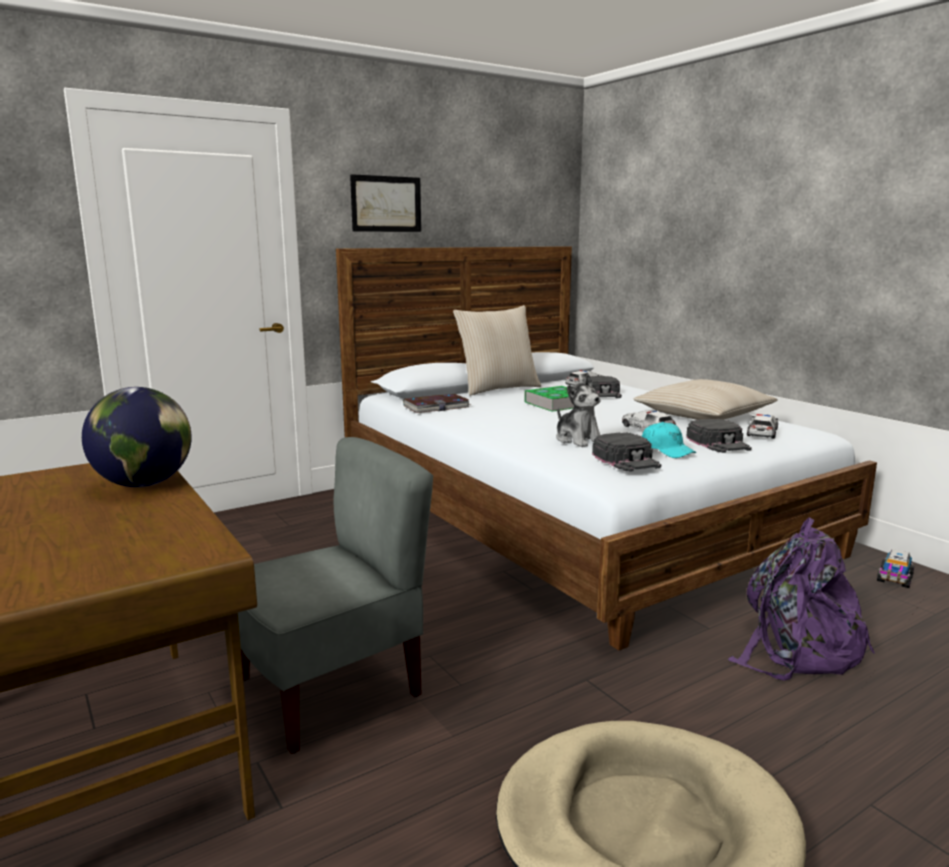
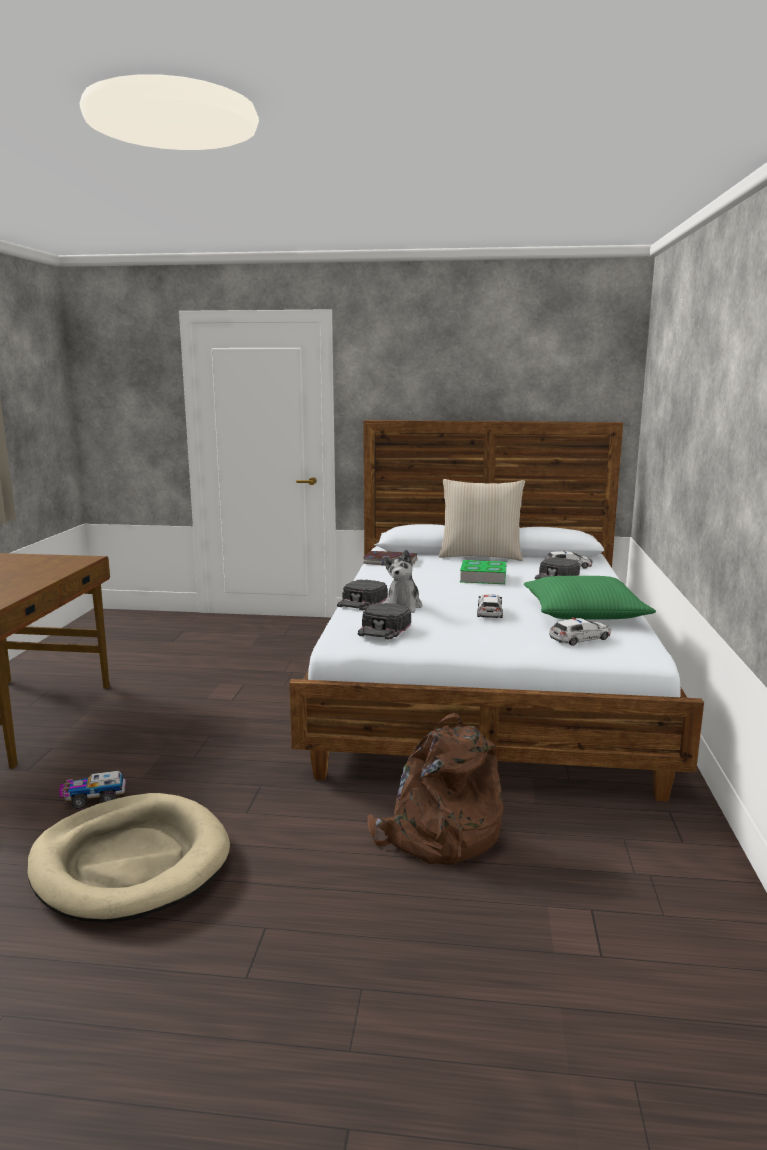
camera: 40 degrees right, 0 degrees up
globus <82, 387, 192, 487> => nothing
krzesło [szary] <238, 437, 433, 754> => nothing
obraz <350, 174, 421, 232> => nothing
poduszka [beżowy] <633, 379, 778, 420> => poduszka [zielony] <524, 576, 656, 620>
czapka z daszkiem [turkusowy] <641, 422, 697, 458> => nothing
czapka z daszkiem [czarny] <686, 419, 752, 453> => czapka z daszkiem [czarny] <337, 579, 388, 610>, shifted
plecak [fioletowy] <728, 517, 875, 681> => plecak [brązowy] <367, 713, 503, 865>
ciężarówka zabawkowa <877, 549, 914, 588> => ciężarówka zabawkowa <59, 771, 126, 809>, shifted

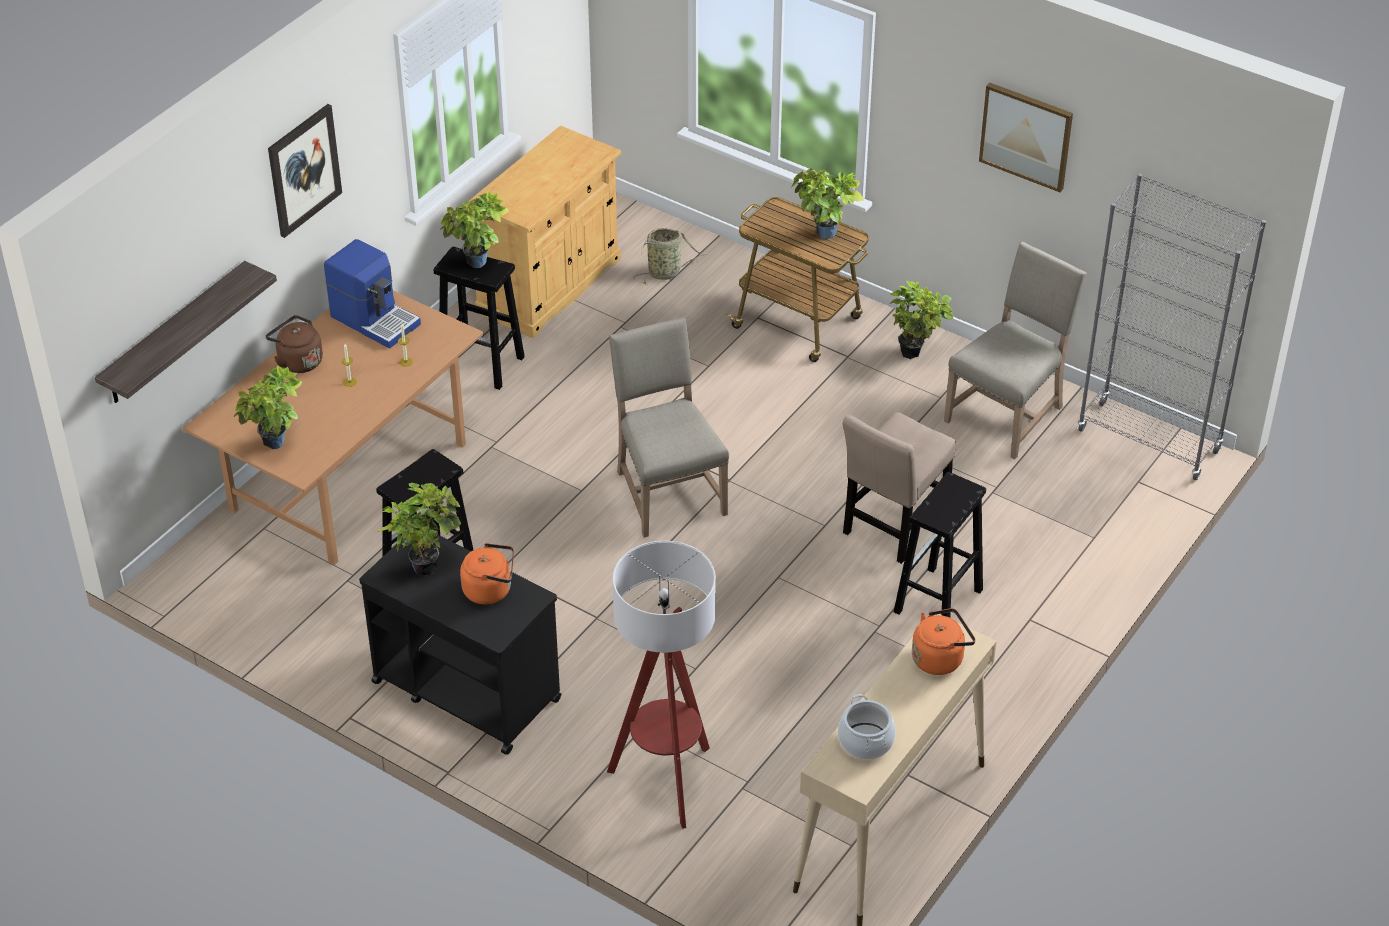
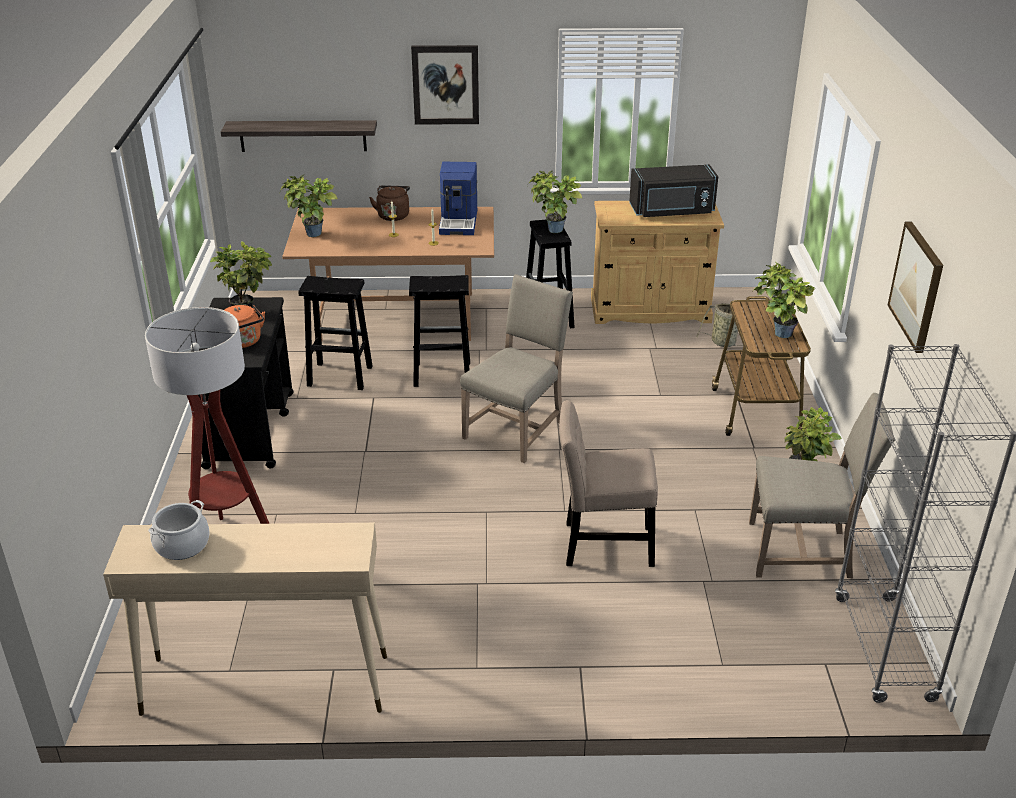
camera: 55 degrees right, 10 degrees down
stołek [czarny] <894, 472, 986, 617> => stołek [czarny] <409, 275, 470, 387>, shifted
czajnik [pomarańczowy] <912, 608, 976, 675> => nothing
nothing => mikrofalówka [czarny] <629, 164, 718, 217>

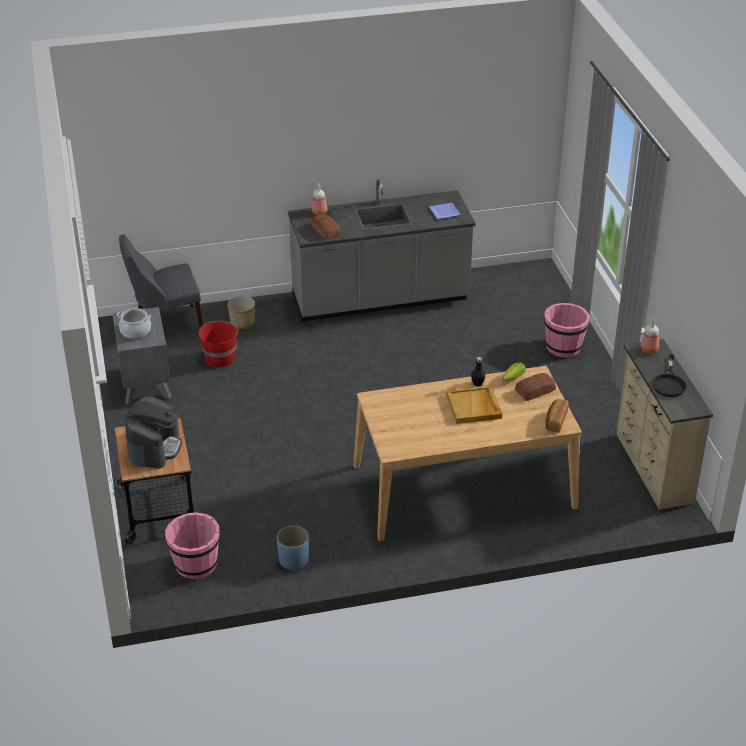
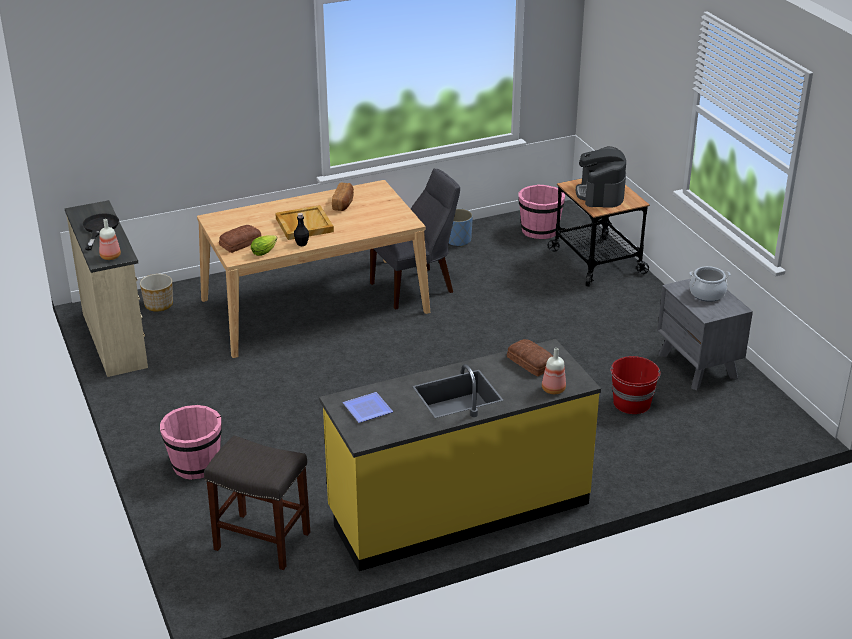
camera: 170 degrees right, 5 degrees down
krzesło [szary] <119, 234, 203, 328> => krzesło [szary] <370, 169, 460, 310>, shifted
donica <228, 296, 255, 329> => donica <140, 274, 173, 312>, shifted
zabudowa kuchenna [szary] <288, 179, 476, 322> => zabudowa kuchenna [żółty] <319, 339, 601, 571>
chleb <545, 399, 569, 433> => chleb <332, 183, 354, 211>, shifted
nothing => stołek [szary] <204, 435, 310, 570>

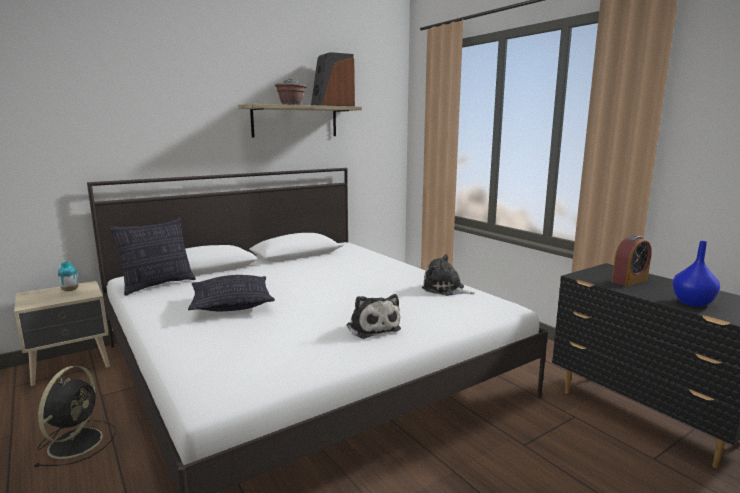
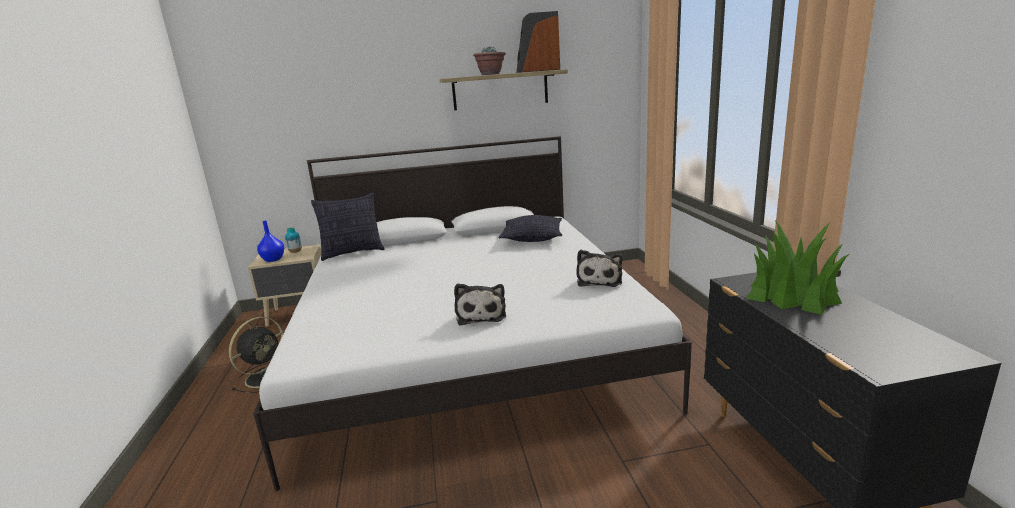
camera: 25 degrees right, 5 degrees up
poduszka <188, 275, 275, 311> => poduszka <499, 215, 562, 242>, shifted
pluszak <422, 254, 475, 296> => pluszak <576, 250, 622, 287>, 135 degrees counterclockwise
budzik <612, 235, 652, 286> => roślina doniczkowa <746, 220, 849, 315>
wazon [niebieski] <673, 241, 720, 307> => wazon [niebieski] <257, 221, 284, 262>, shifted

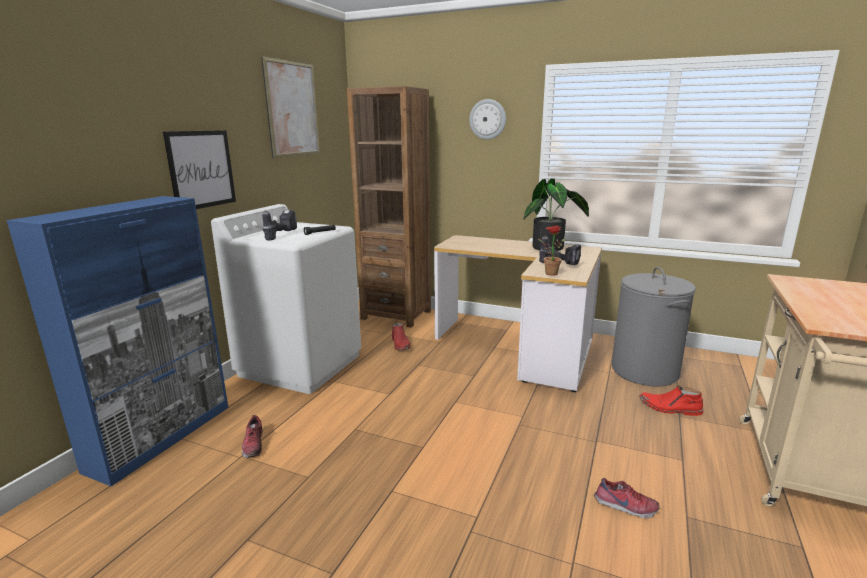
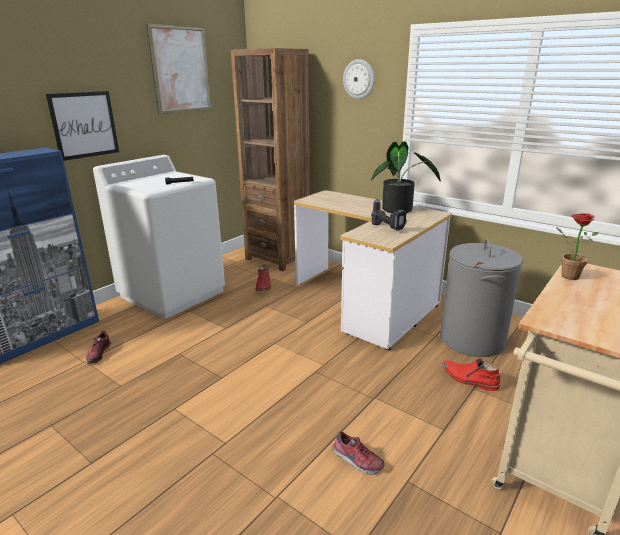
camera: 15 degrees right, 5 degrees up
wiertarka <262, 210, 297, 241> => nothing
roślina doniczkowa <538, 226, 565, 276> => roślina doniczkowa <556, 213, 598, 280>, shifted

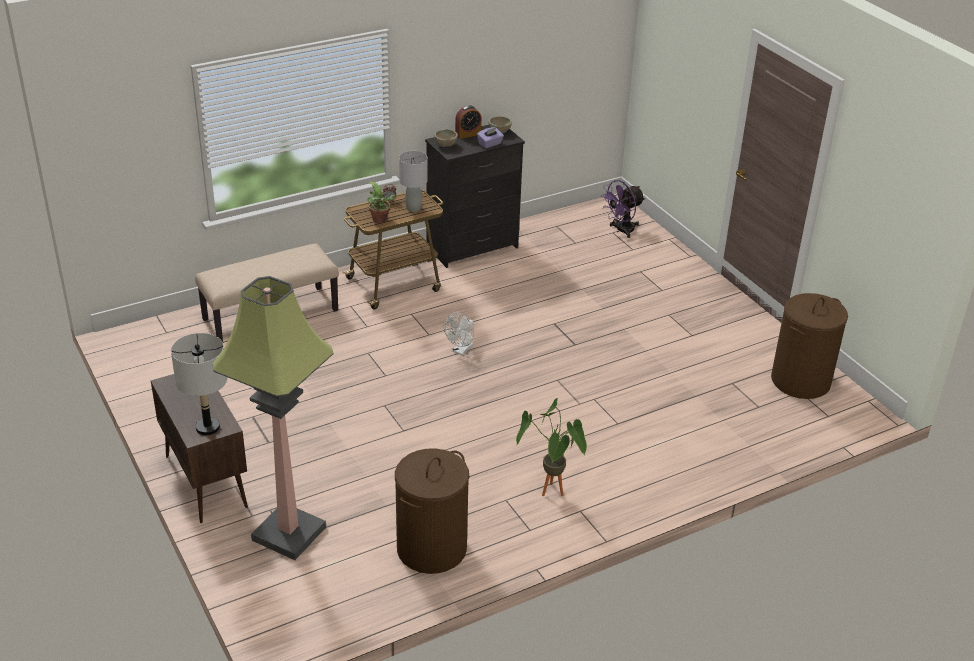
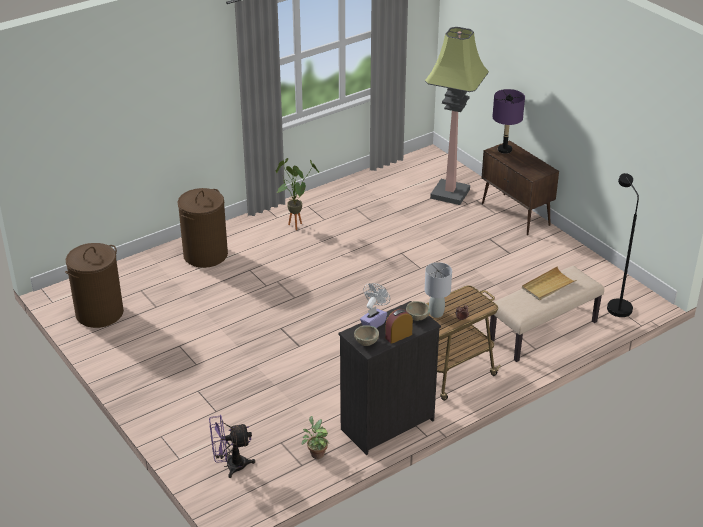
camera: 175 degrees right, 0 degrees up
lampa stołowa [szary] <171, 333, 227, 435> => lampa stołowa [fioletowy] <492, 89, 525, 154>
roślina doniczkowa <367, 181, 397, 223> => roślina doniczkowa <302, 416, 328, 459>, shifted
kosz na pranie [brązowy] <395, 448, 469, 574> => kosz na pranie [brązowy] <177, 188, 228, 268>, shifted
wentylator [fioletowy] <600, 180, 645, 238> => wentylator [fioletowy] <209, 415, 255, 478>, 150 degrees counterclockwise
nothing => taca [beżowy] <522, 266, 577, 300>
nothing => lampa stojąca [czarny] <607, 173, 639, 317>

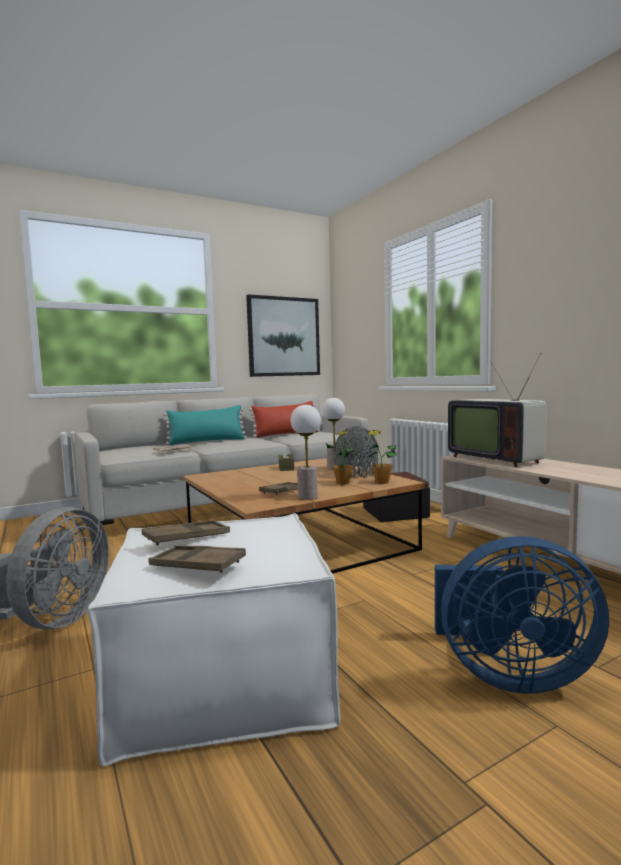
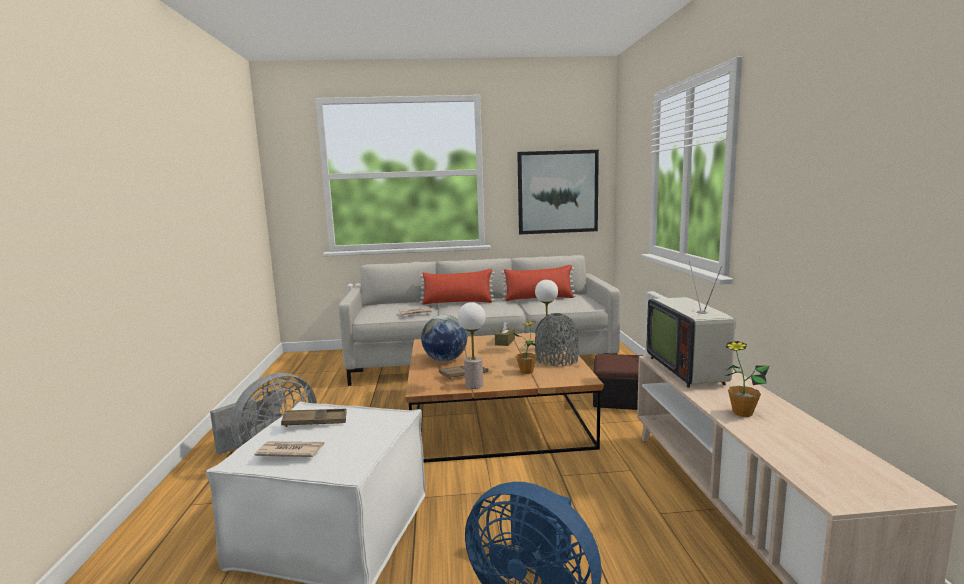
camera: 25 degrees right, 5 degrees up
taca [brązowy] <148, 545, 246, 573> => gazeta <255, 441, 324, 457>
poduszka [turkusowy] <163, 405, 247, 445> => poduszka [czerwony] <420, 269, 495, 305>
roślina doniczkowa <367, 430, 397, 484> => roślina doniczkowa <725, 341, 770, 417>, shifted
nothing => globus <421, 315, 467, 361>

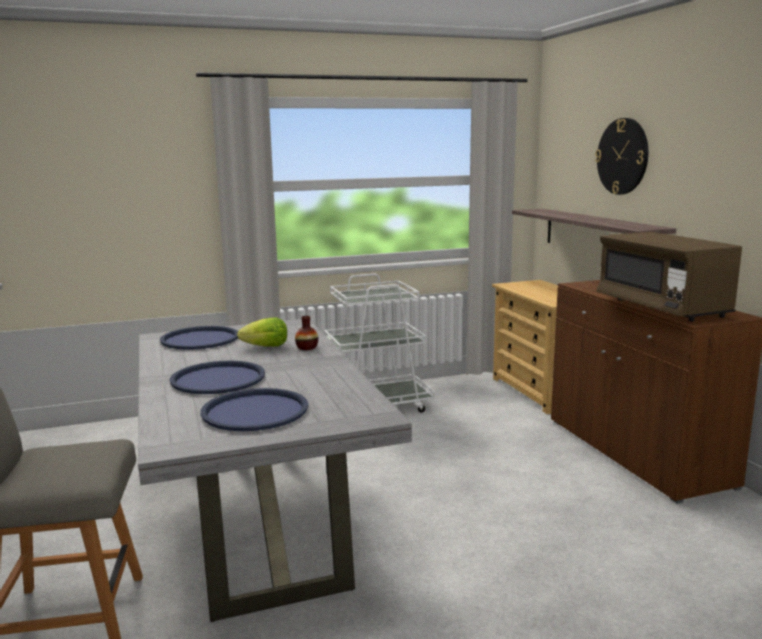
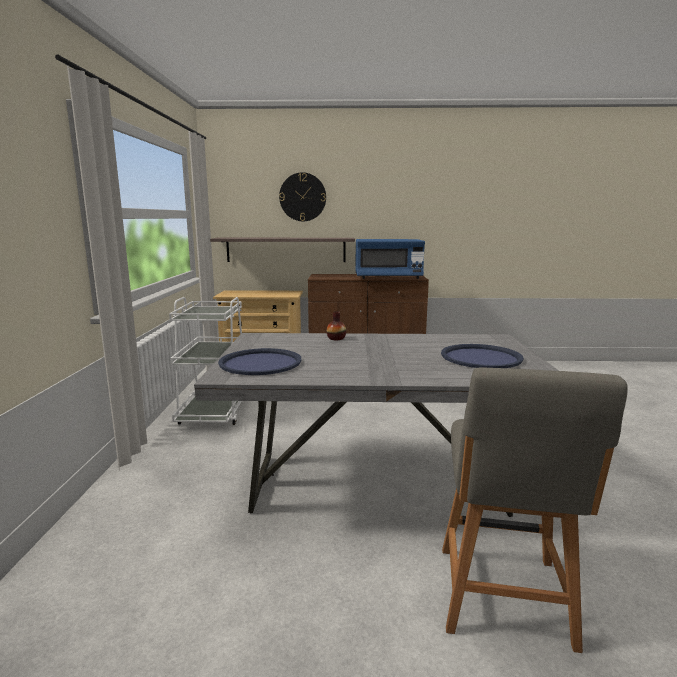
camera: 70 degrees left, 0 degrees up
taca [niebieski] <170, 361, 265, 394> => nothing
sałata <237, 318, 287, 347> => nothing
mikrofalówka [brązowy] <597, 232, 742, 322> => mikrofalówka [niebieski] <355, 239, 425, 279>

